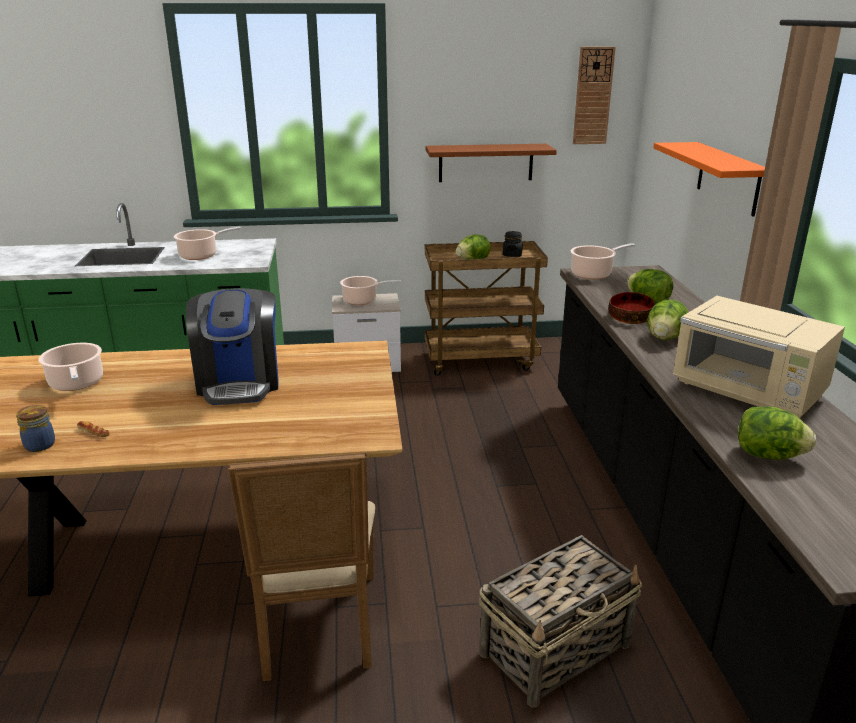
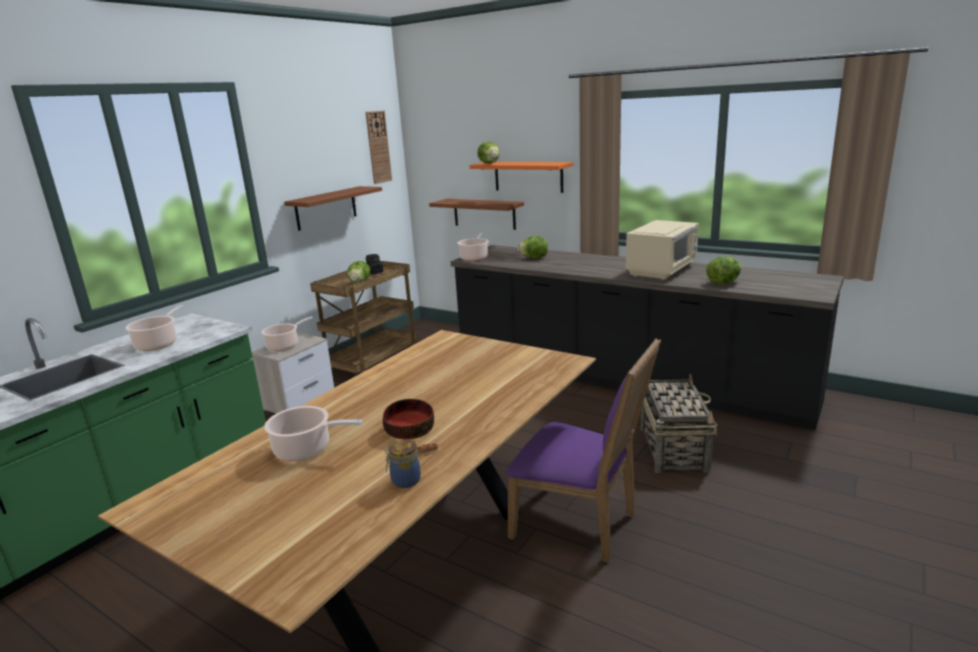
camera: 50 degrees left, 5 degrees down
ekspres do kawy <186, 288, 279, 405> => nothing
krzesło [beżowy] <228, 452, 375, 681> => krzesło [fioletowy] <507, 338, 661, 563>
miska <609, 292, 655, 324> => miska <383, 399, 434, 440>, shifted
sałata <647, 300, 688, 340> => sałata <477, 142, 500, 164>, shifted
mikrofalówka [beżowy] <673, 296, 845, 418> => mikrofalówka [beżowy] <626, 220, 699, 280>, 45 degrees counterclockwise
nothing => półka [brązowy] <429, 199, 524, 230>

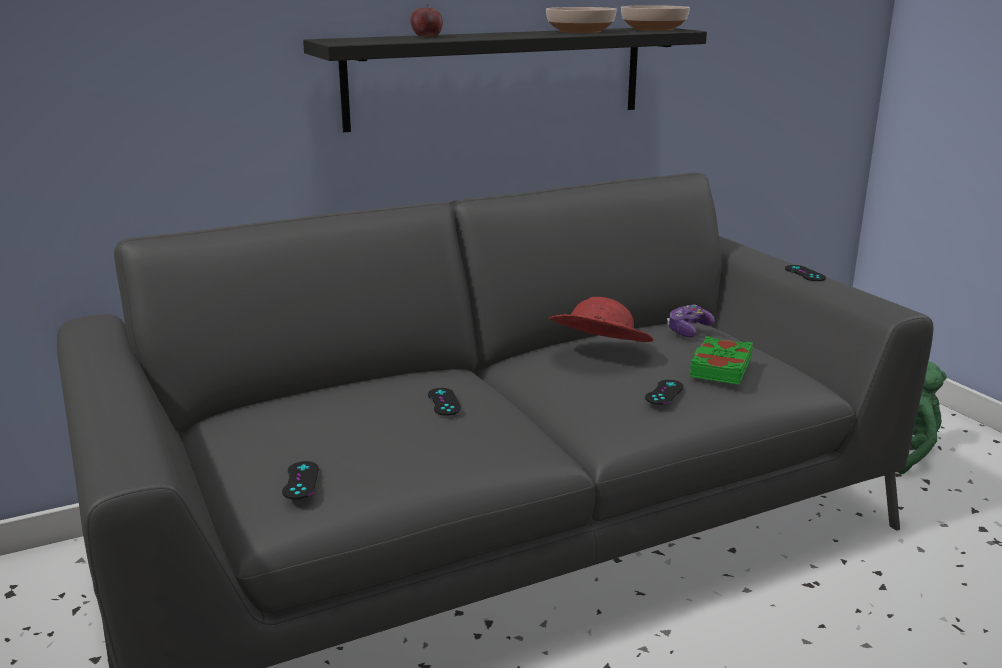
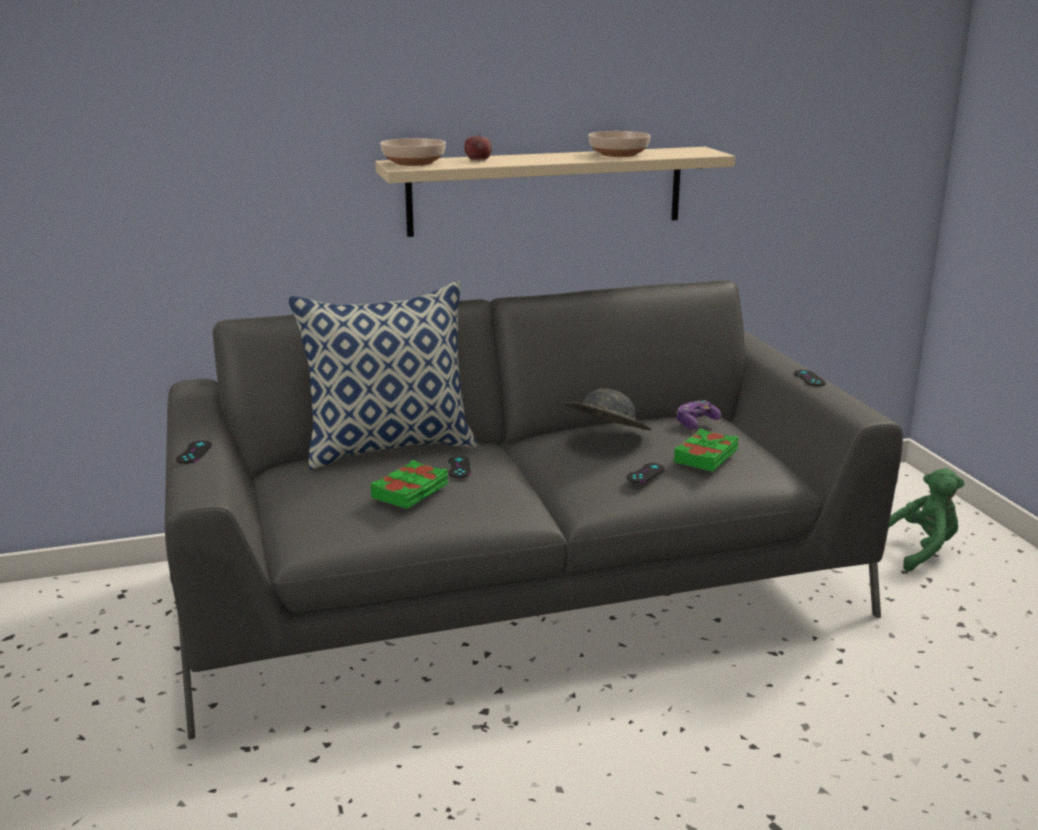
camera: 10 degrees right, 0 degrees up
pad do gier [czarny] <282, 461, 319, 499> => pad do gier [czarny] <176, 441, 212, 464>, shifted
półka [czarny] <303, 28, 707, 132> => półka [beżowy] <375, 147, 735, 237>
kapelusz [czerwony] <549, 297, 653, 342> => kapelusz [szary] <564, 388, 651, 430>
miska <621, 5, 690, 31> => miska <380, 138, 446, 166>, shifted
nothing => poduszka <288, 281, 478, 470>
nothing => książka [zielony] <370, 460, 448, 509>

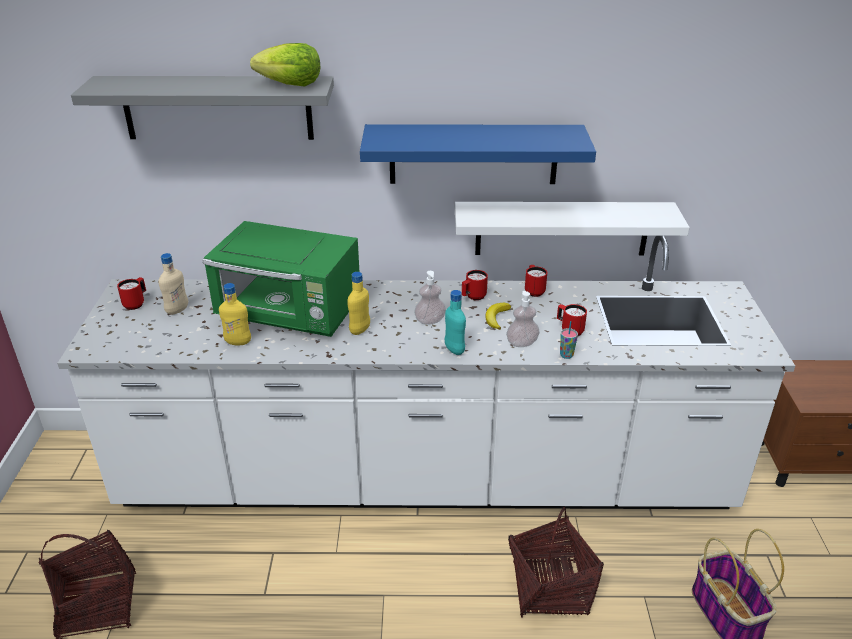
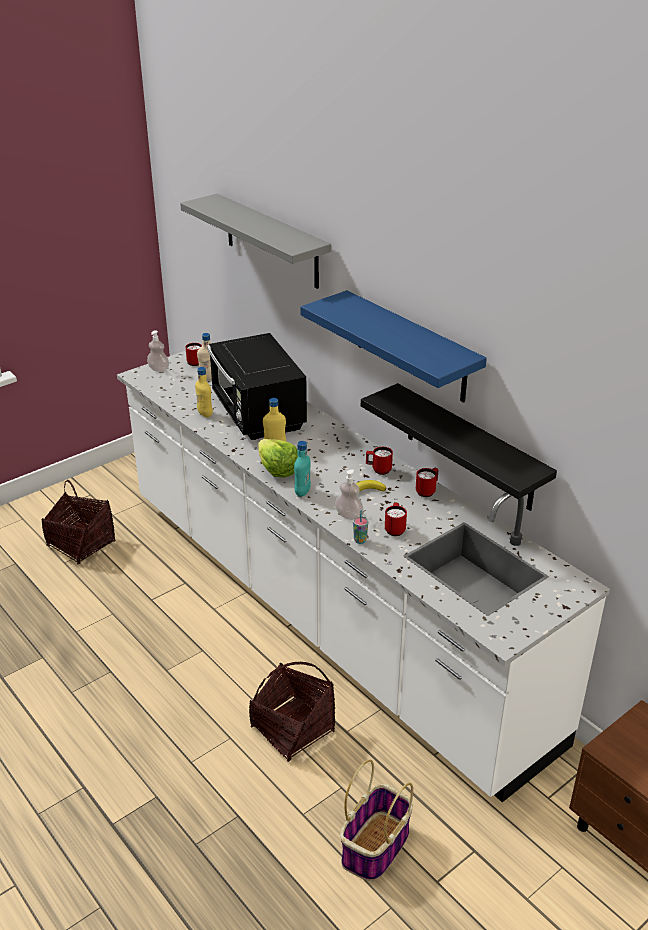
camera: 50 degrees right, 0 degrees up
mikrofalówka [zielony] <202, 221, 359, 337> => mikrofalówka [czarny] <207, 333, 307, 440>
sałata <250, 43, 320, 86> => sałata <258, 439, 298, 478>, shifted
dozownik mydła <414, 271, 446, 325> => dozownik mydła <147, 330, 169, 372>, shifted
półka [biały] <455, 202, 690, 255> => półka [czarny] <361, 383, 557, 511>

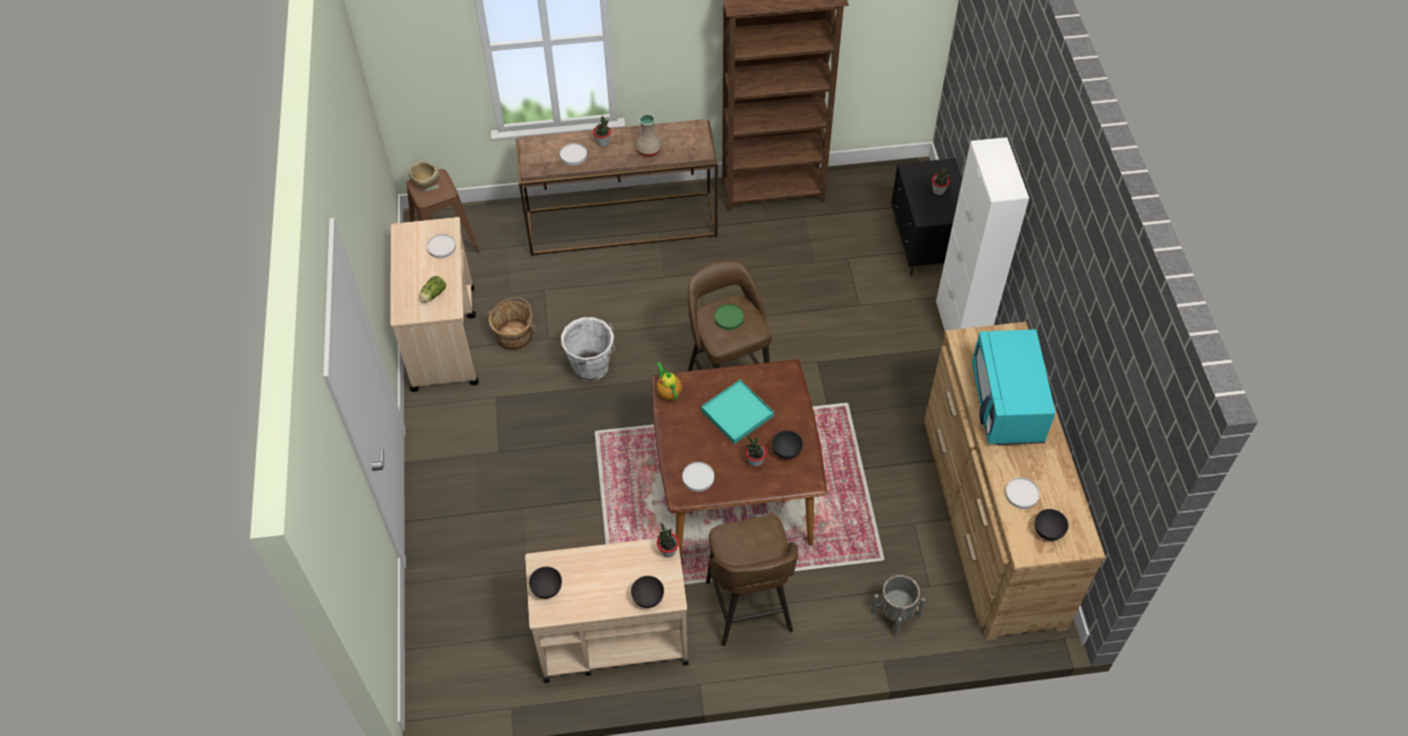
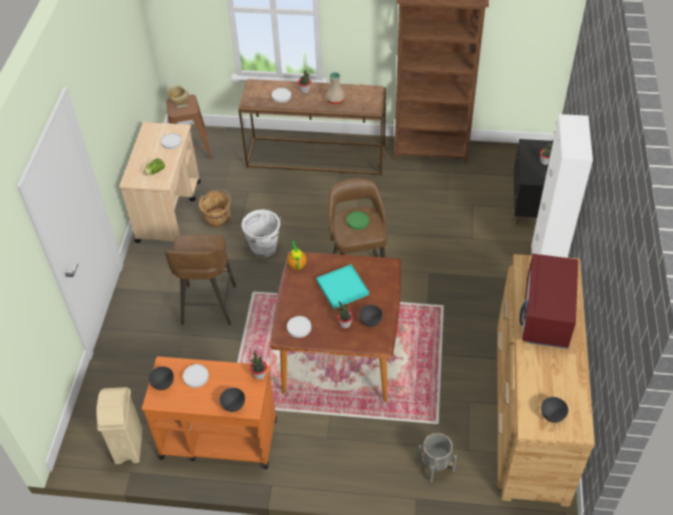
camera: 15 degrees right, 5 degrees down
wózek [beżowy] <525, 538, 689, 683> => wózek [pomarańczowy] <142, 356, 277, 469>
stołek [brązowy] <706, 516, 798, 646> => stołek [brązowy] <165, 234, 236, 325>, shifted
mikrofalówka [turkusowy] <972, 329, 1056, 445> => mikrofalówka [czerwony] <519, 254, 578, 349>
talerz [biały] <1005, 478, 1040, 509> => talerz [biały] <183, 364, 209, 388>, shifted
nothing => kosz na śmieci [beżowy] <96, 387, 143, 464>

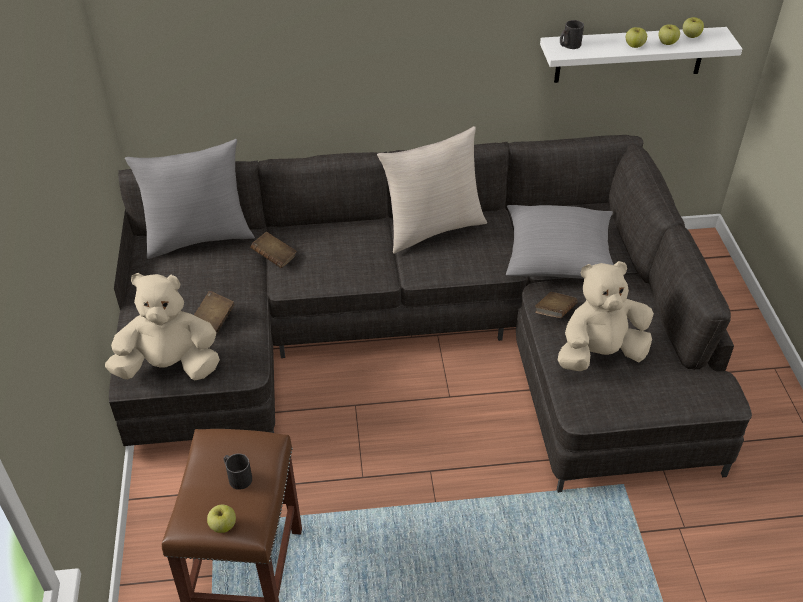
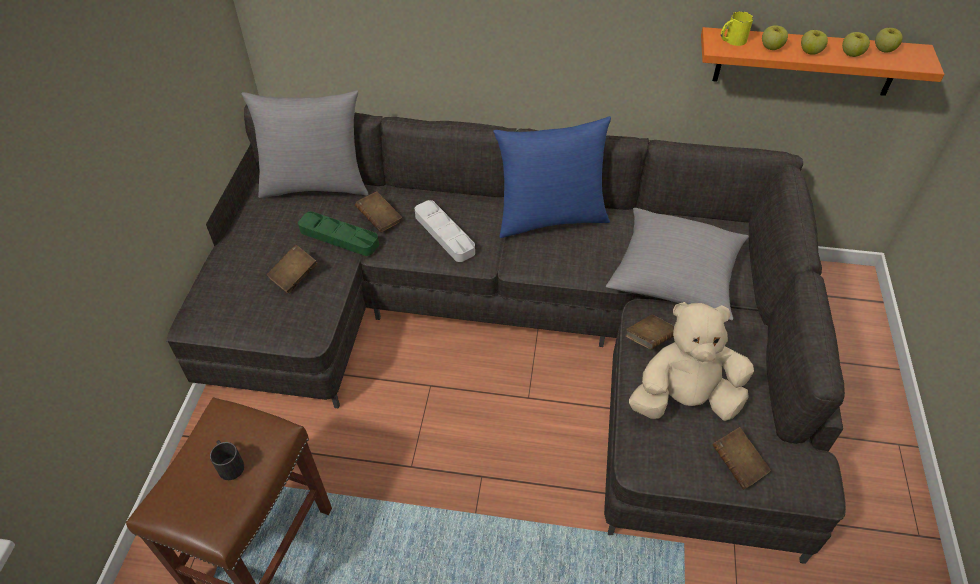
camera: 15 degrees right, 5 degrees up
pluszak [beżowy] <105, 273, 220, 380> => nothing
jabłko <207, 504, 236, 533> => jabłko <762, 25, 788, 50>, shifted
poduszka [beżowy] <377, 126, 487, 254> => poduszka [niebieski] <493, 116, 611, 238>
półka [biały] <540, 27, 742, 83> => półka [pomarańczowy] <701, 27, 944, 96>
kubek [czarny] <560, 20, 584, 49> => kubek [żółty] <721, 11, 753, 46>
nothing => taca [zielony] <298, 211, 379, 256>
nothing => taca [szary] <415, 200, 475, 262>
nothing => książka [brązowy] <712, 427, 771, 490>

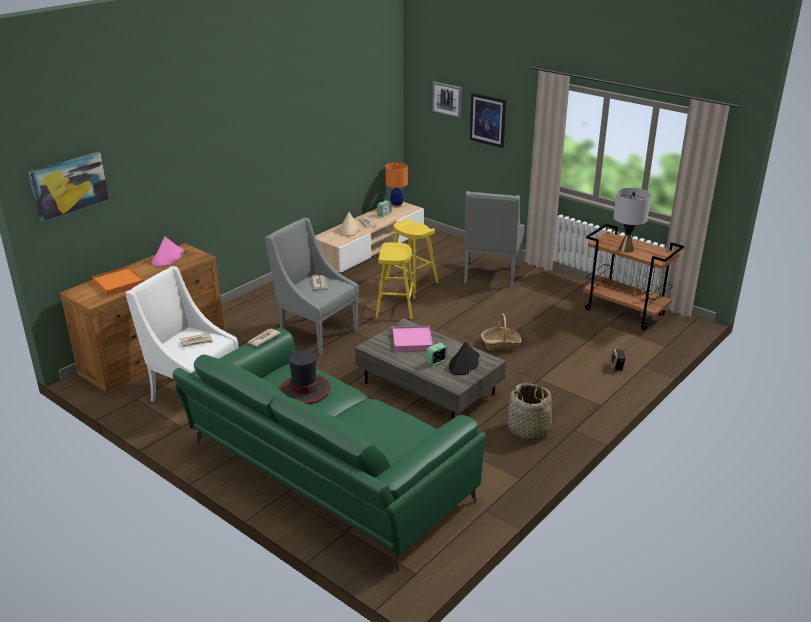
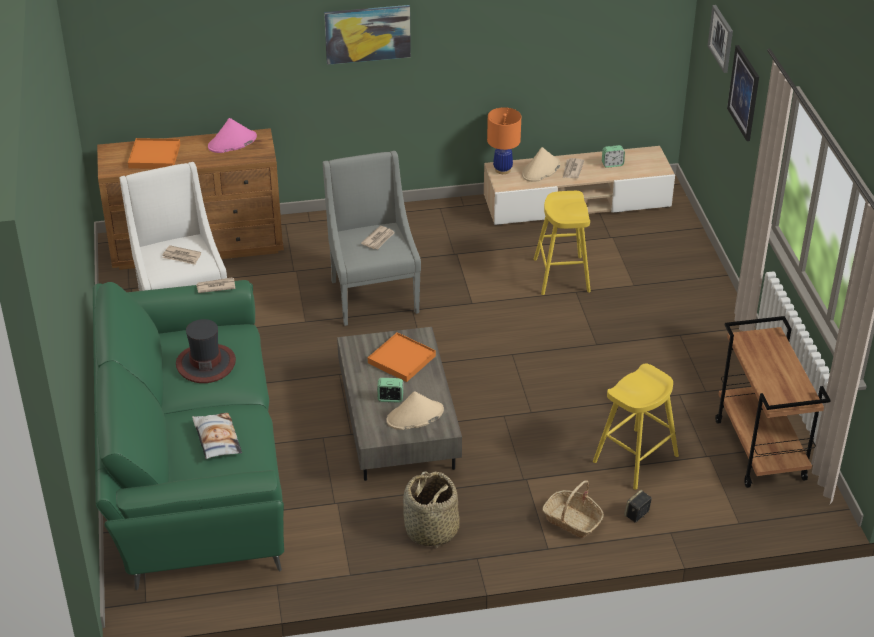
camera: 40 degrees right, 10 degrees up
obraz <28, 152, 109, 222> => obraz <324, 5, 411, 65>, shifted
stołek [żółty] <376, 242, 416, 319> => stołek [żółty] <593, 363, 679, 490>, shifted
lampa stołowa [pomarańczowy] <385, 162, 408, 208> => lampa stołowa [pomarańczowy] <487, 107, 521, 174>, shifted
taca [różowy] <393, 326, 433, 351> => taca [pomarańczowy] <368, 332, 436, 382>
kapelusz [czarny] <449, 341, 480, 375> => kapelusz [beżowy] <386, 391, 444, 430>
fotel [szary] <464, 191, 525, 288> => nothing
koszyk <481, 313, 522, 351> => koszyk <542, 480, 604, 538>, shifted
lampa stołowa [szary] <614, 188, 651, 252> => nothing
nothing => poduszka <192, 413, 242, 459>

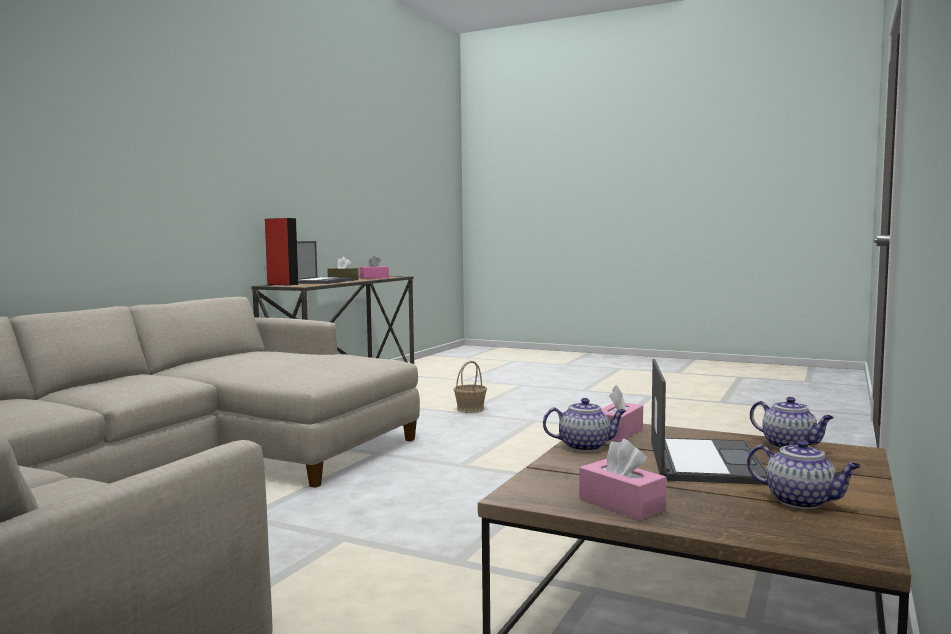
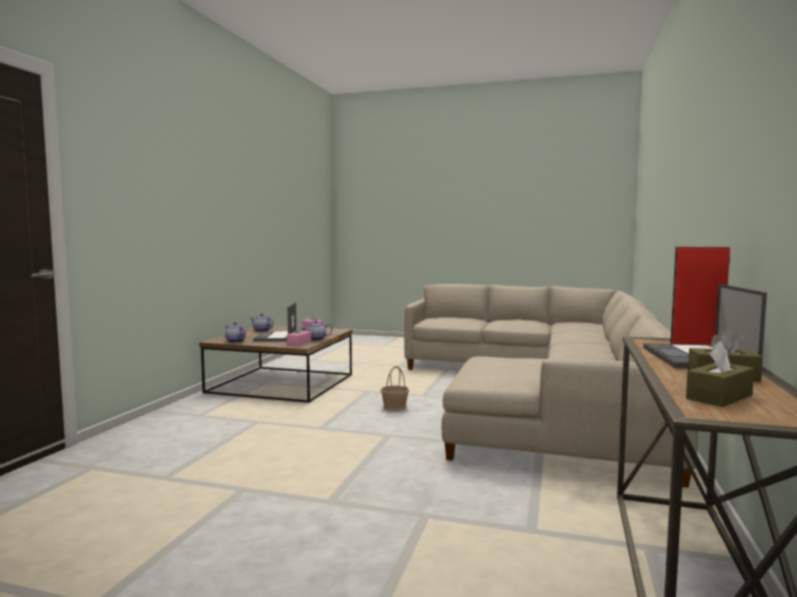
camera: 170 degrees right, 0 degrees up
pudełko chusteczek [różowy] <359, 256, 389, 279> => pudełko chusteczek [brązowy] <686, 341, 754, 407>
koszyk <453, 360, 487, 413> => koszyk <381, 366, 409, 411>, shifted

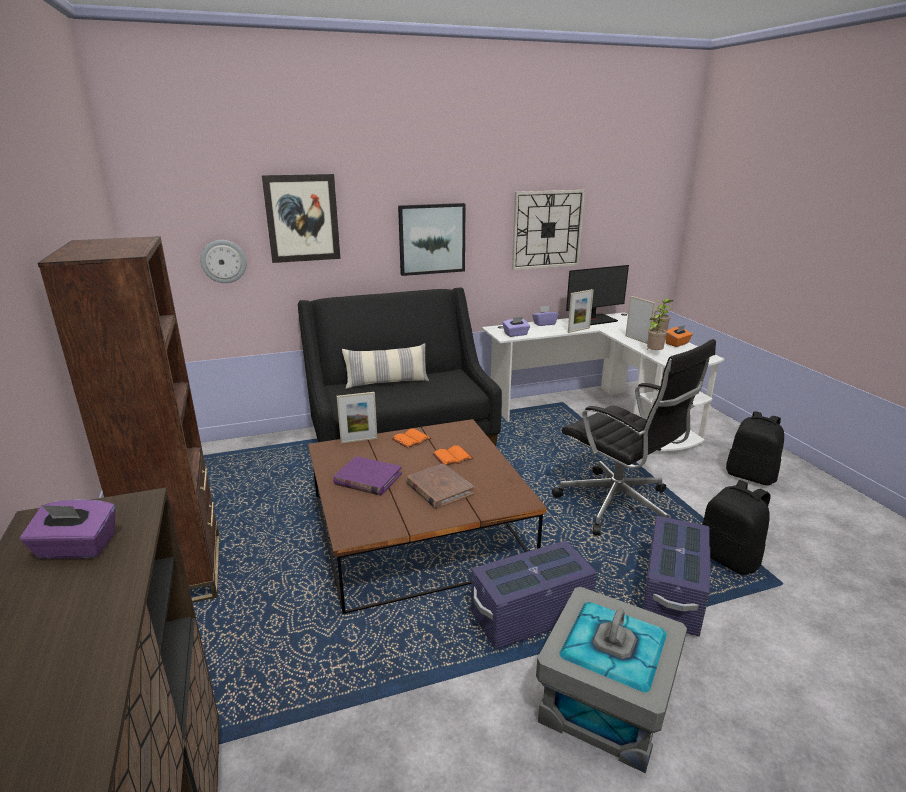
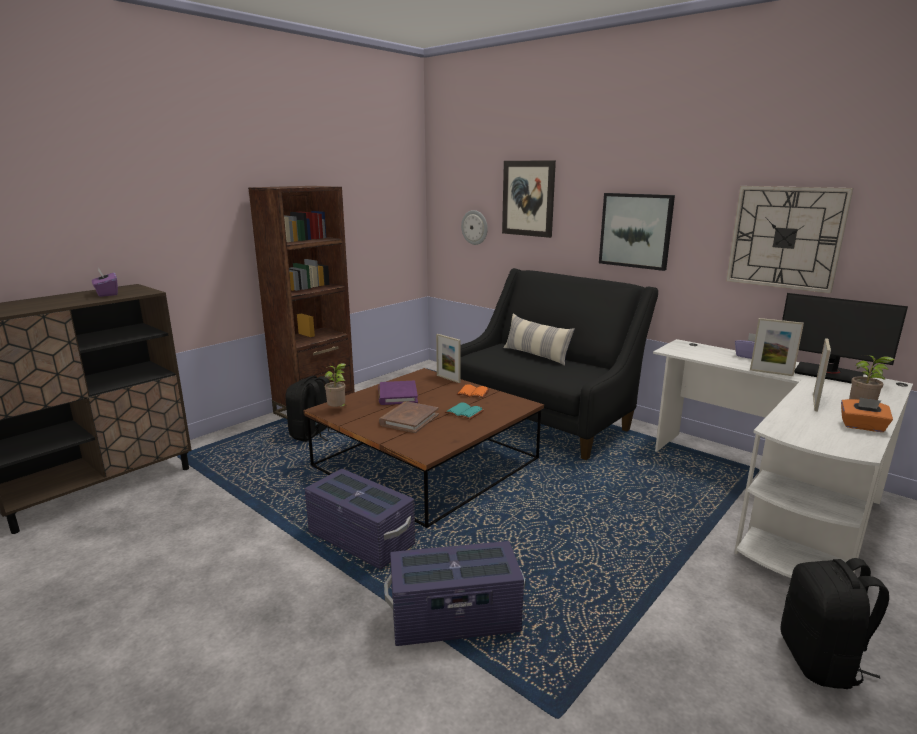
camera: 60 degrees right, 5 degrees down
książka [pomarańczowy] <433, 445, 473, 466> => książka [turkusowy] <445, 403, 484, 420>
pudełko chusteczek [fioletowy] <503, 317, 530, 337> => nothing
pojemnik do przechowywania [szary] <536, 587, 687, 773> => nothing
krzesło biurowe [czarny] <552, 339, 716, 536> => nothing
roślina doniczkowa <647, 312, 667, 350> => roślina doniczkowa <324, 363, 346, 407>, shifted
plecak [czarny] <703, 480, 770, 575> => plecak [czarny] <286, 376, 339, 442>, shifted

